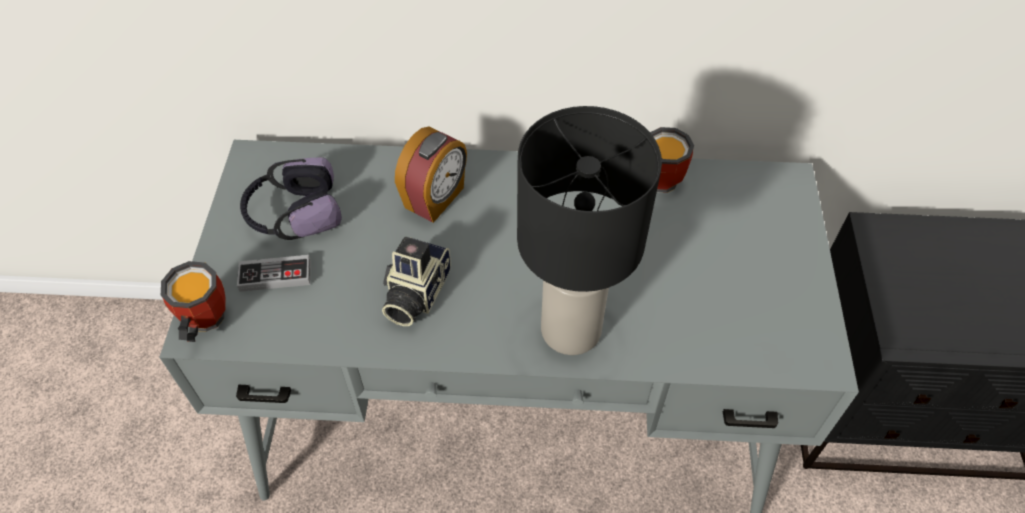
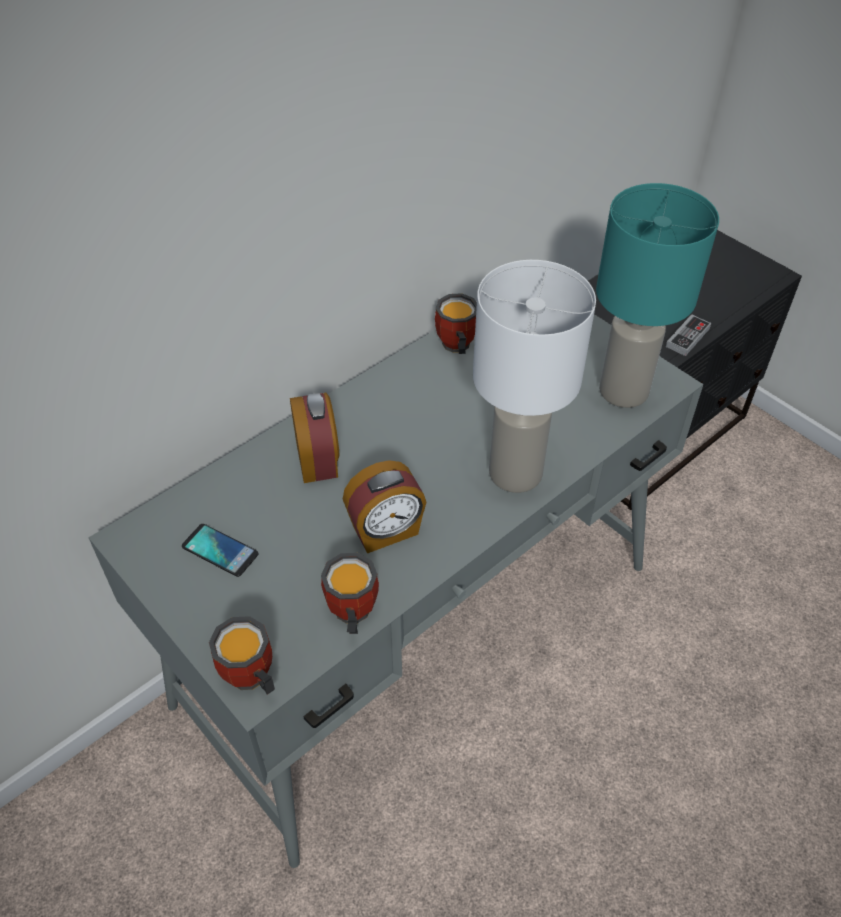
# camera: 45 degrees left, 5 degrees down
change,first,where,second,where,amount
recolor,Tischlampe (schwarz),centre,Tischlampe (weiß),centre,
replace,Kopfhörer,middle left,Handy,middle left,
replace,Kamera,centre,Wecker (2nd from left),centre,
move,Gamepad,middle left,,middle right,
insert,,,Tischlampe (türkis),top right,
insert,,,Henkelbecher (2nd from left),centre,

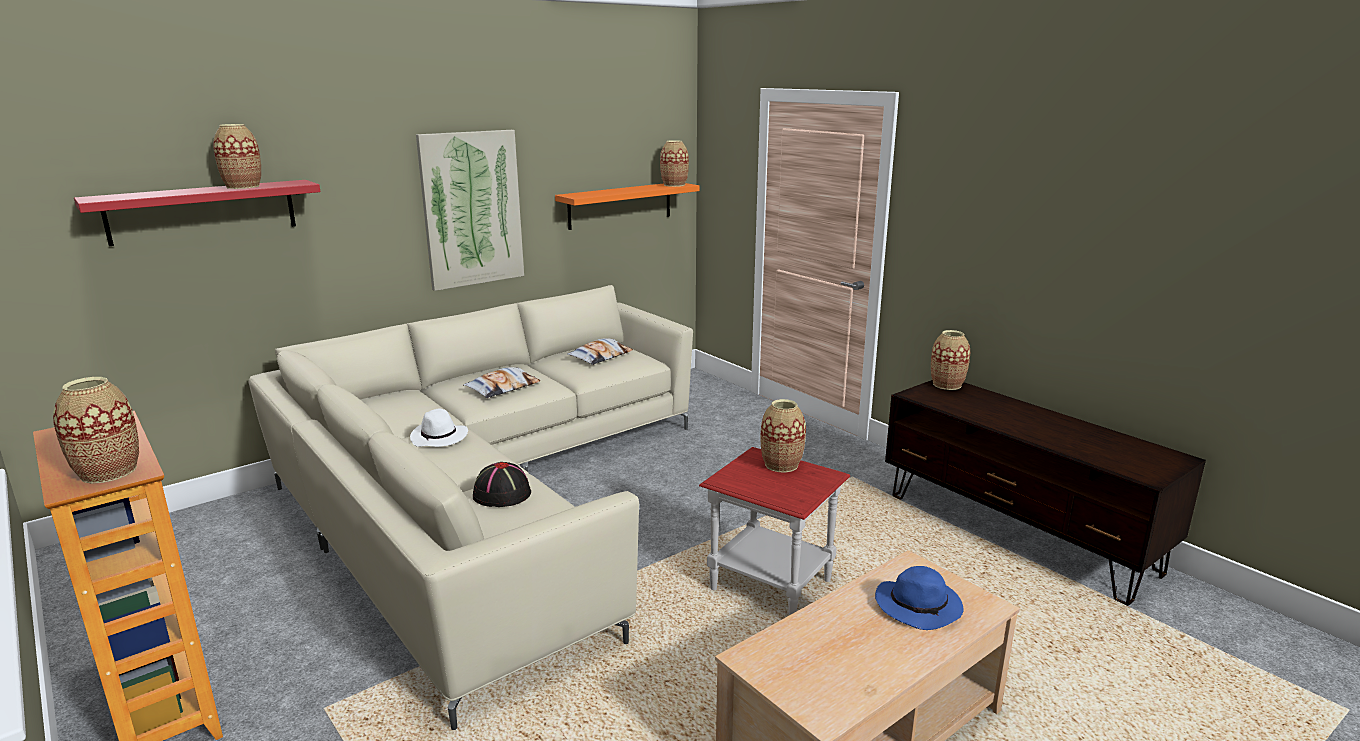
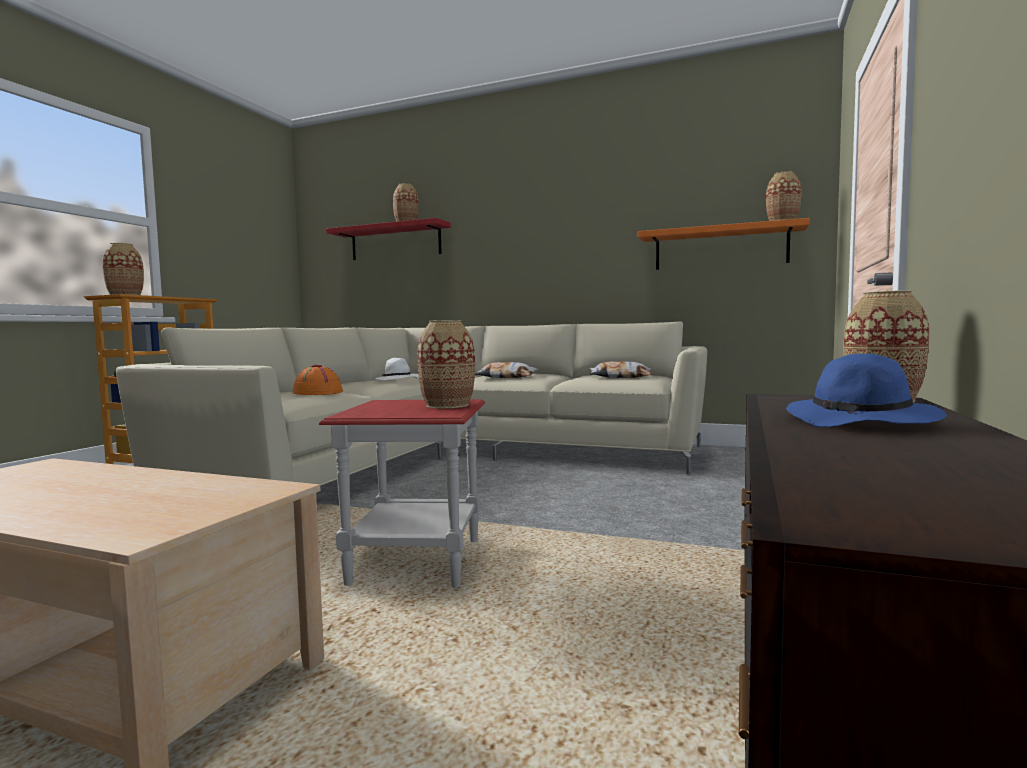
# camera: 60 degrees right, 15 degrees down
change,first,where,second,where,amount
delete,Bild,top centre,,,
recolor,Hut (schwarz),centre,Hut (orange),middle left,
move,Hut (blau),bottom right,,middle right,

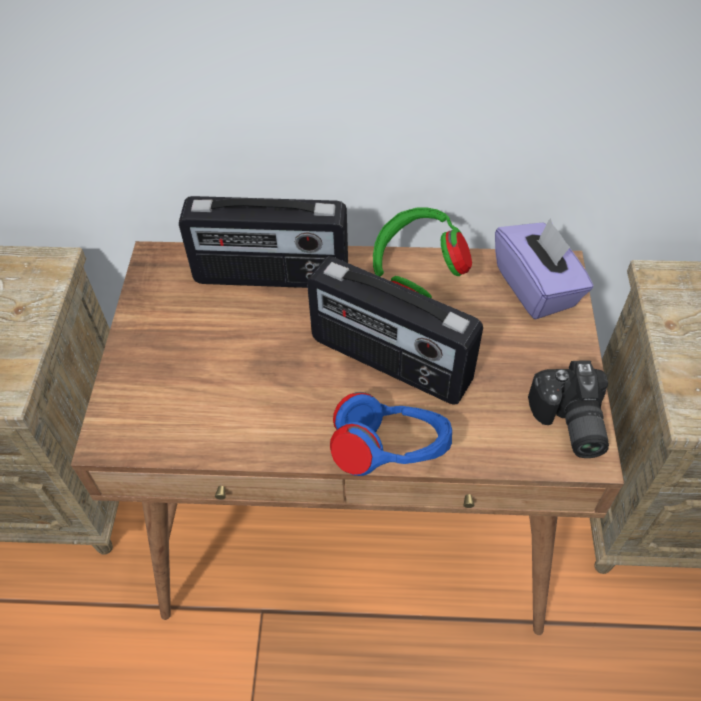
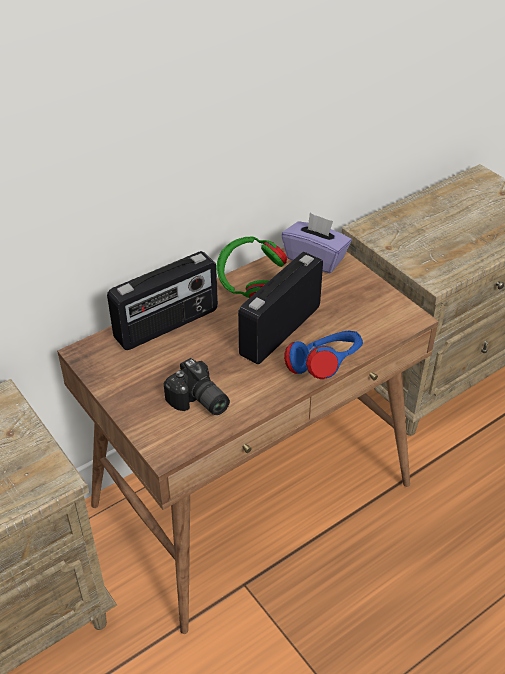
# camera: 40 degrees left, 10 degrees down
change,first,where,second,where,amount
rotate,Radio (2nd from left),centre,,centre,135 degrees clockwise
move,Kamera,middle right,,centre,

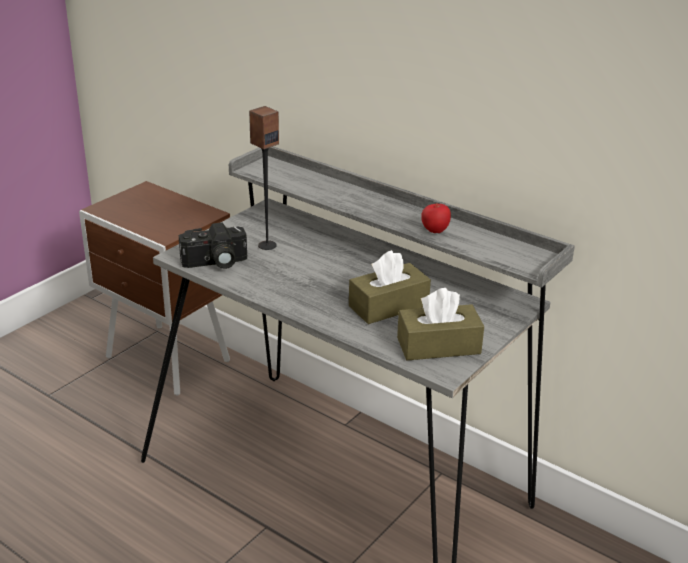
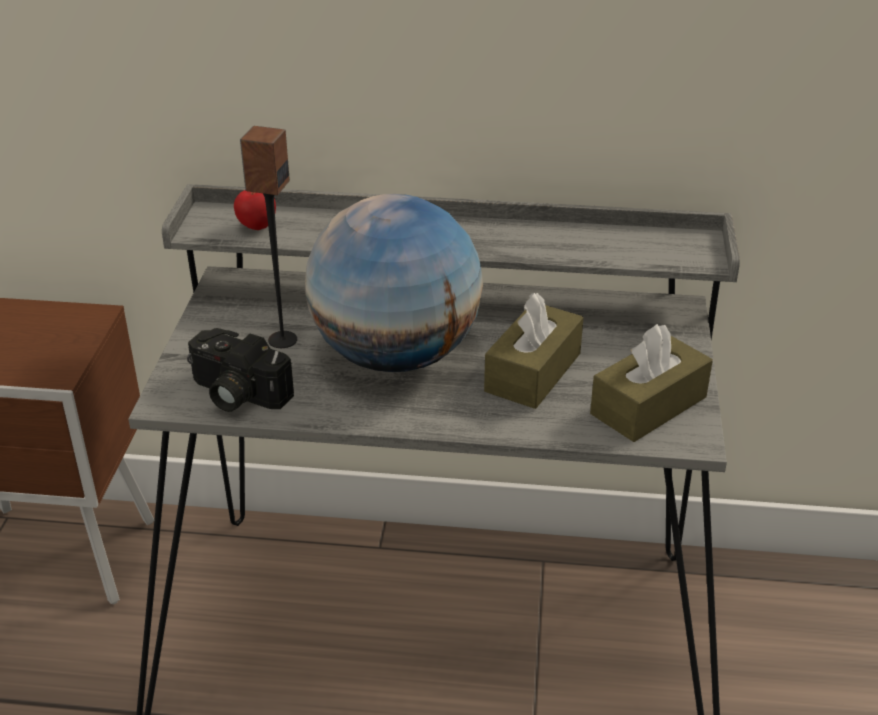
# camera: 30 degrees left, 5 degrees up
change,first,where,second,where,amount
move,Apfel,centre,,top left,
rotate,Kamera,middle left,,middle left,75 degrees clockwise
insert,,,Globus,centre,

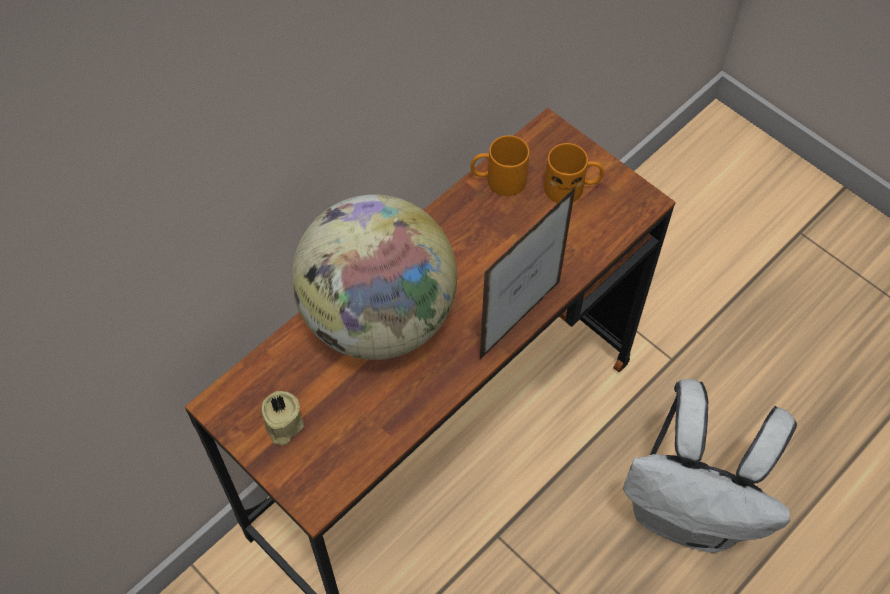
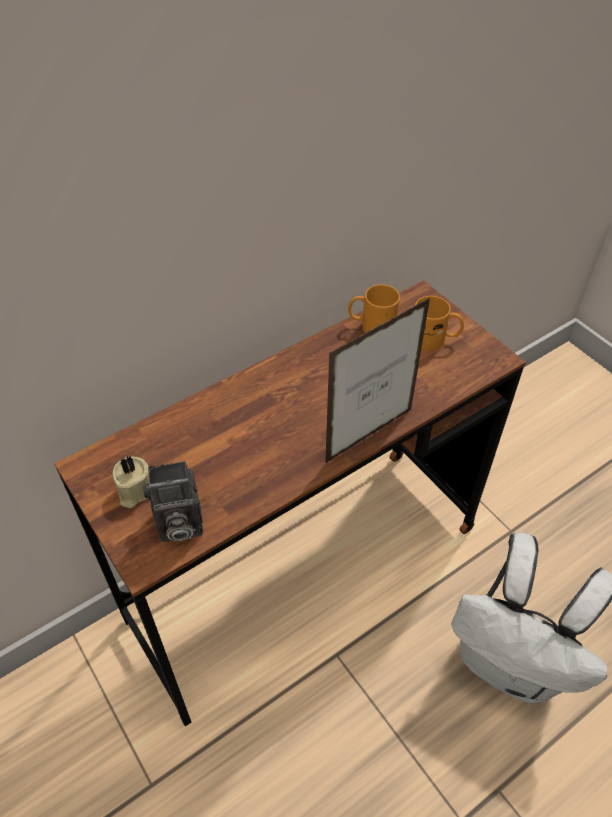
# camera: 10 degrees right, 10 degrees down
change,first,where,second,where,amount
delete,Globus,centre,,,
insert,,,Kamera,middle left,

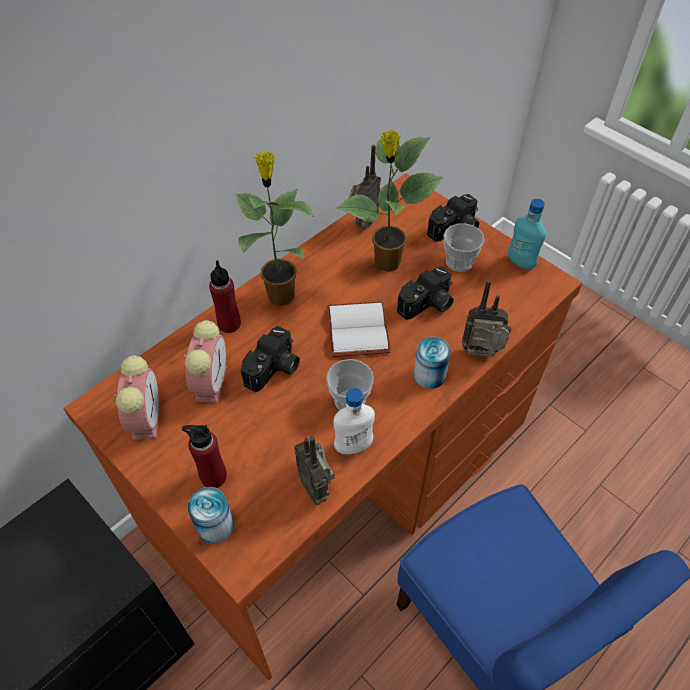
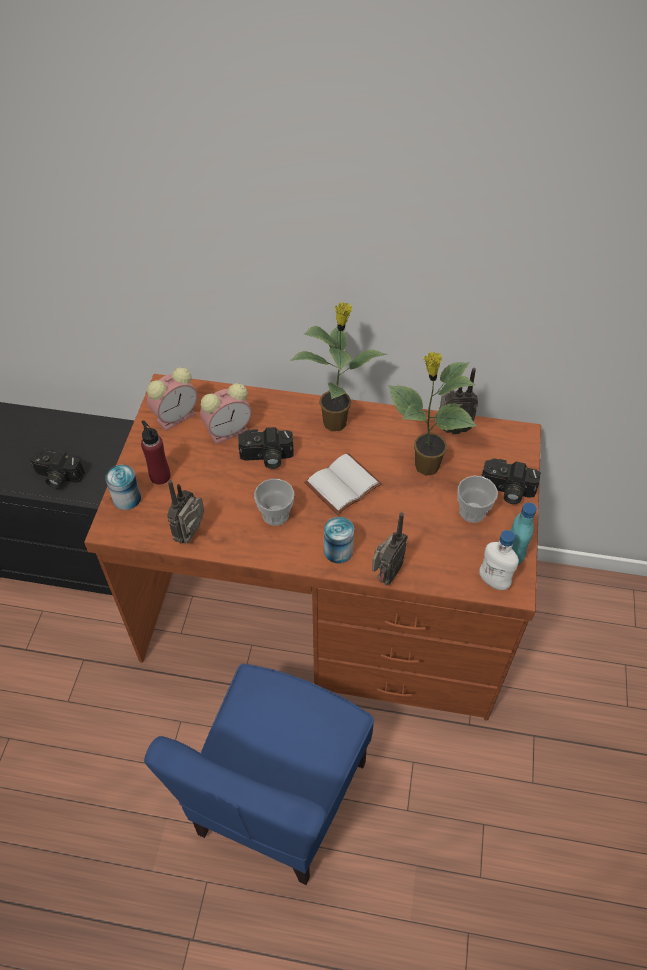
# camera: 55 degrees right, 0 degrees up
change,first,where,second,where,amount
delete,Flasche (rot) (2nd from left),middle left,,,
move,Kamera (2nd from left in the first image),centre,Kamera (1st from left),middle left,
rotate,Radio (3rd from left in the first image),middle right,Radio (2nd from left),centre,60 degrees clockwise
move,Flasche (weiß),centre,,middle right,

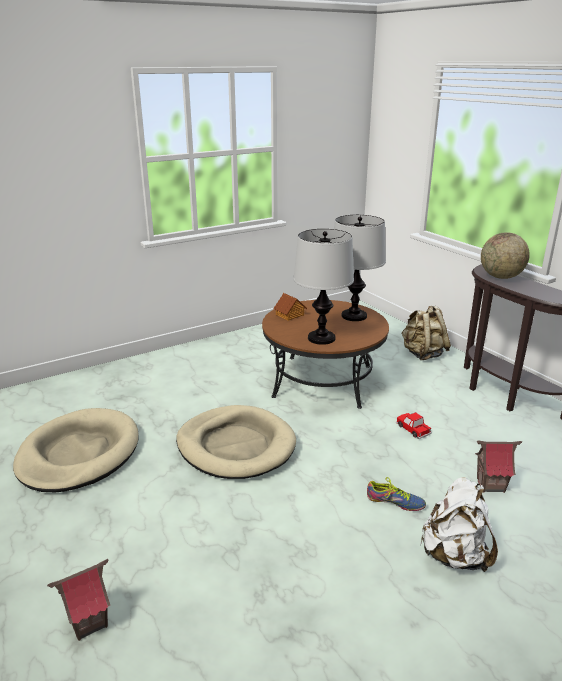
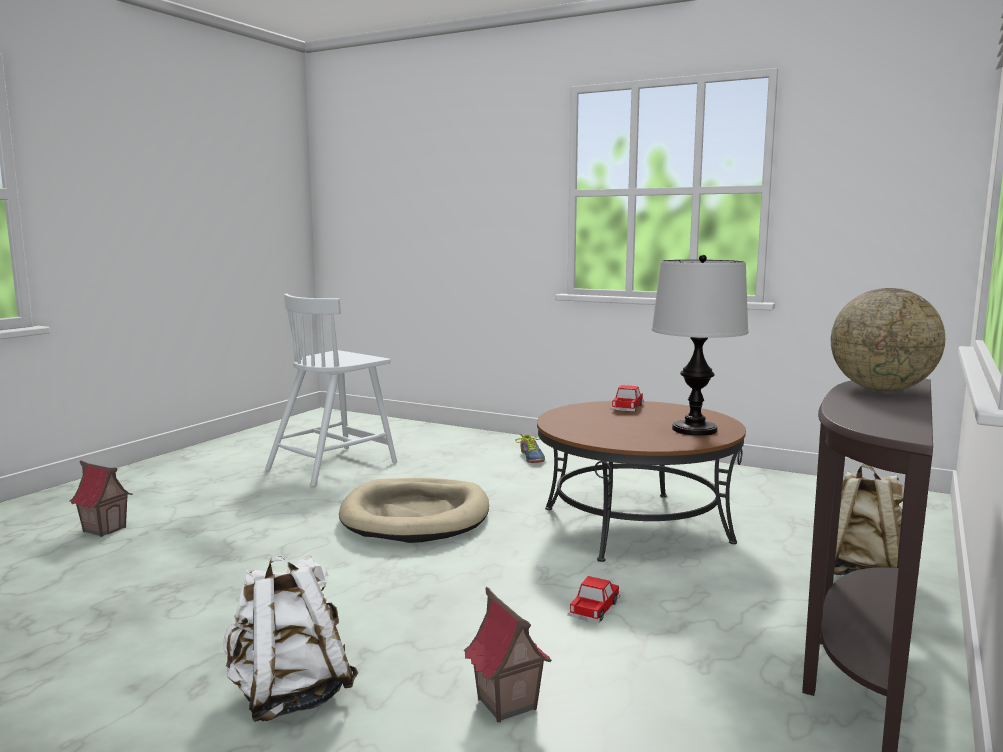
# camera: 60 degrees right, 15 degrees down
change,first,where,second,where,amount
delete,Tischlampe (1st from left),centre,,,
replace,Spielzeughaus (2nd from left),centre,Spielzeugauto (2nd from left),centre,
replace,Hundebett (beige) (1st from left),middle left,Stuhl (weiß),middle left,
move,Schuh,bottom right,,centre,

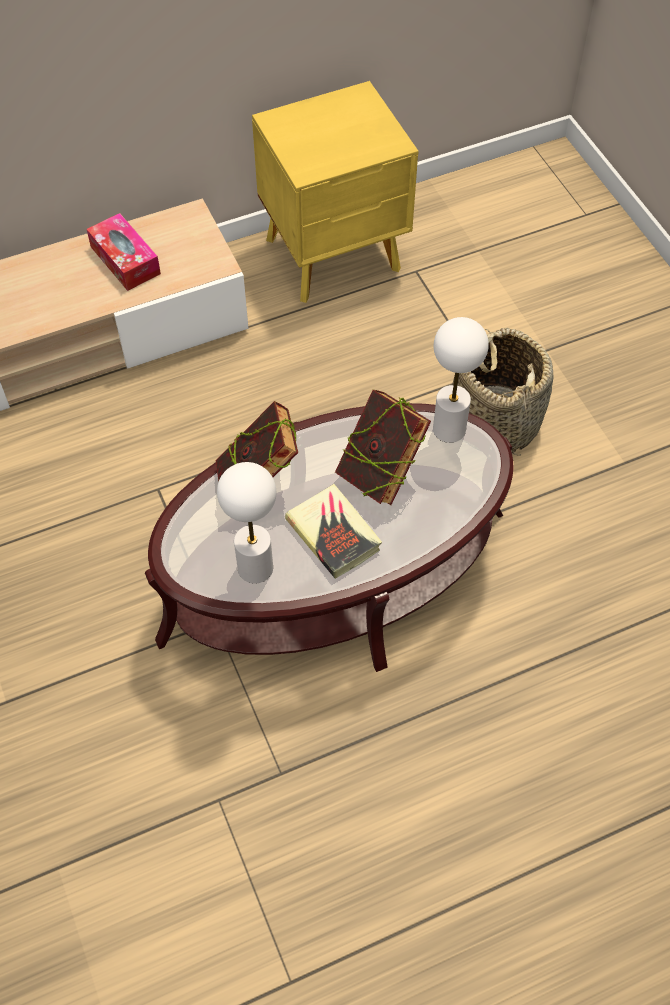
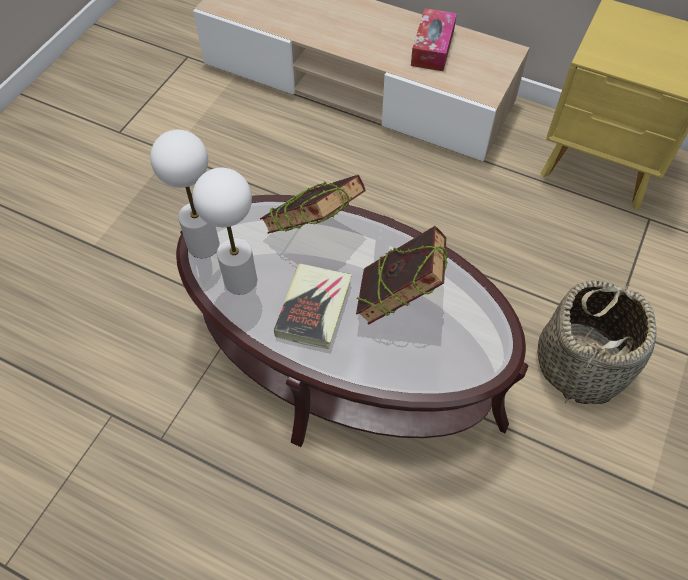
# camera: 50 degrees right, 0 degrees up
change,first,where,second,where,amount
move,Tischlampe (weiß) (2nd from left in the first image),middle right,Tischlampe (weiß) (1st from left),middle left,

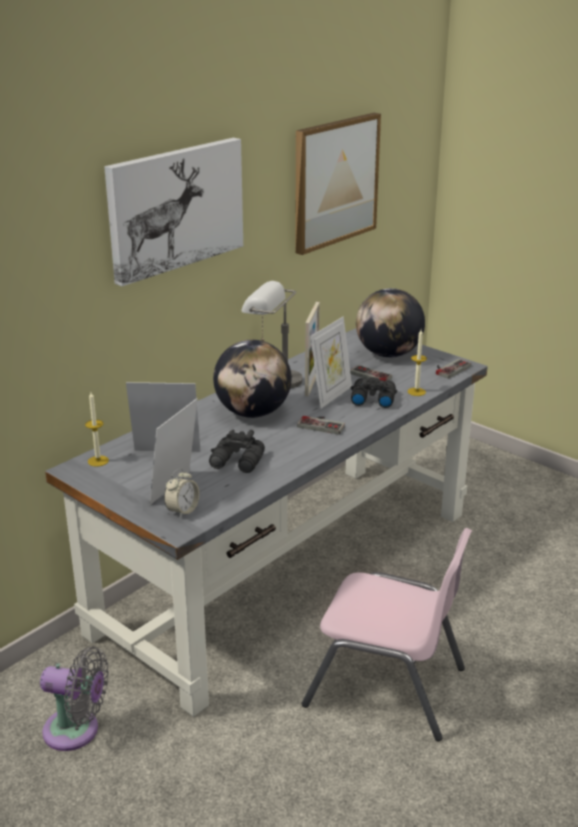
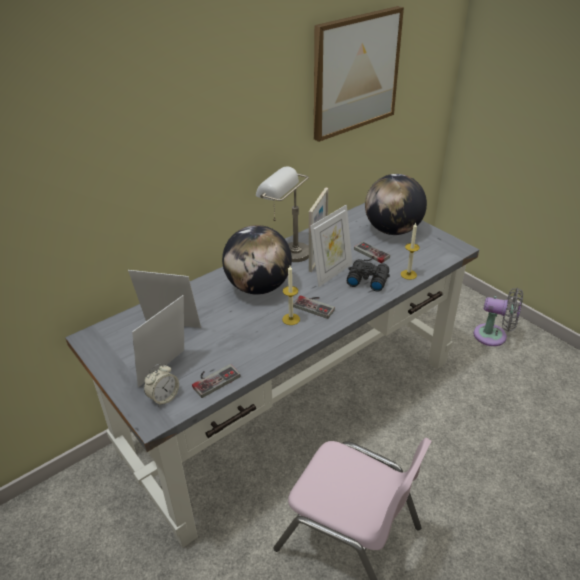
# camera: 10 degrees right, 10 degrees up
change,first,where,second,where,amount
delete,Bild (1st from left),top left,,,
move,Gamepad (3rd from left in the first image),middle right,Gamepad (1st from left),centre,
move,Kerze (1st from left),middle left,,centre,
delete,Fernglas (schwarz) (1st from left),centre,,,
move,Ventilator (grau),bottom left,,middle right,

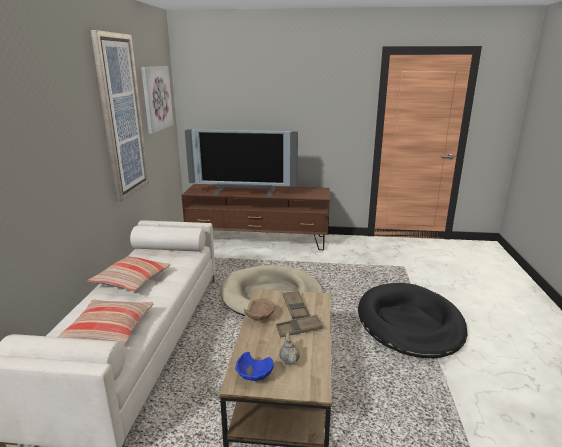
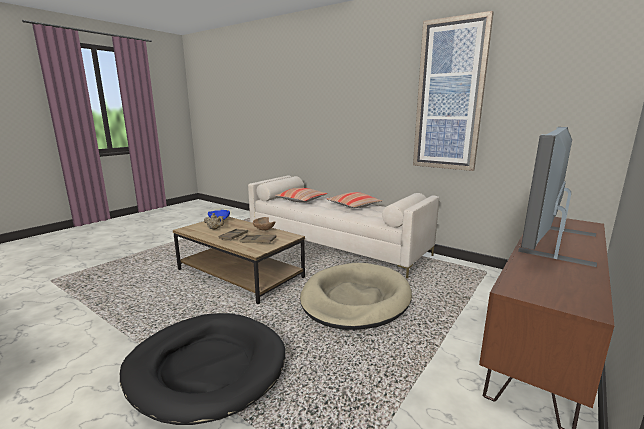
# camera: 120 degrees right, 5 degrees down
change,first,where,second,where,amount
delete,Bild (2nd from left),top left,,,

